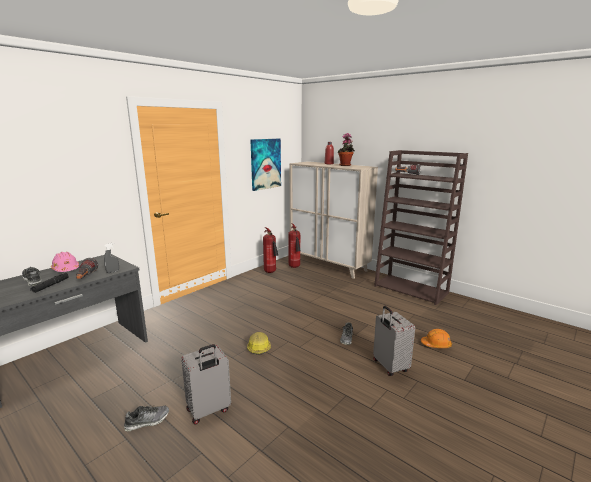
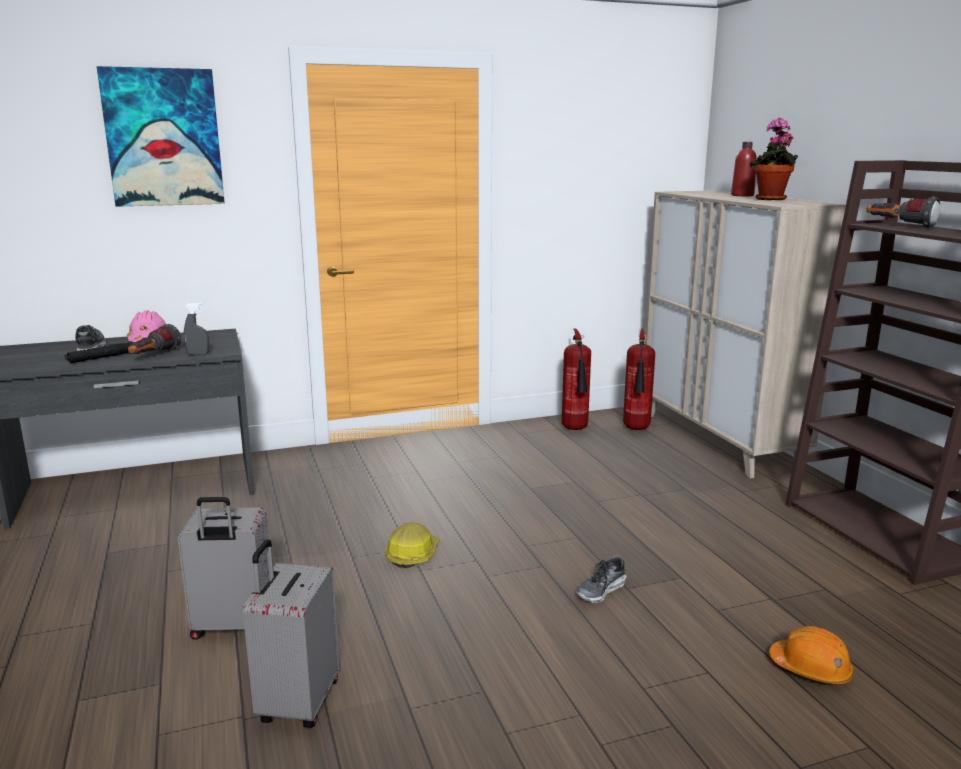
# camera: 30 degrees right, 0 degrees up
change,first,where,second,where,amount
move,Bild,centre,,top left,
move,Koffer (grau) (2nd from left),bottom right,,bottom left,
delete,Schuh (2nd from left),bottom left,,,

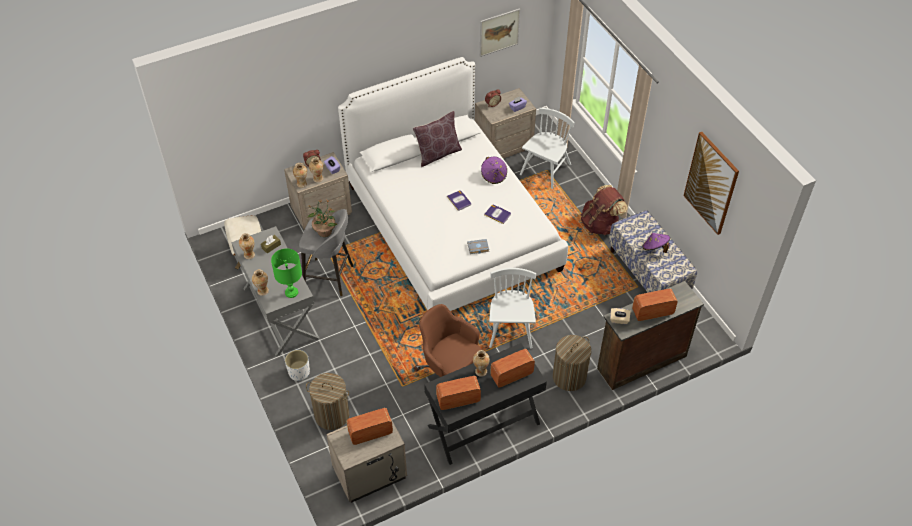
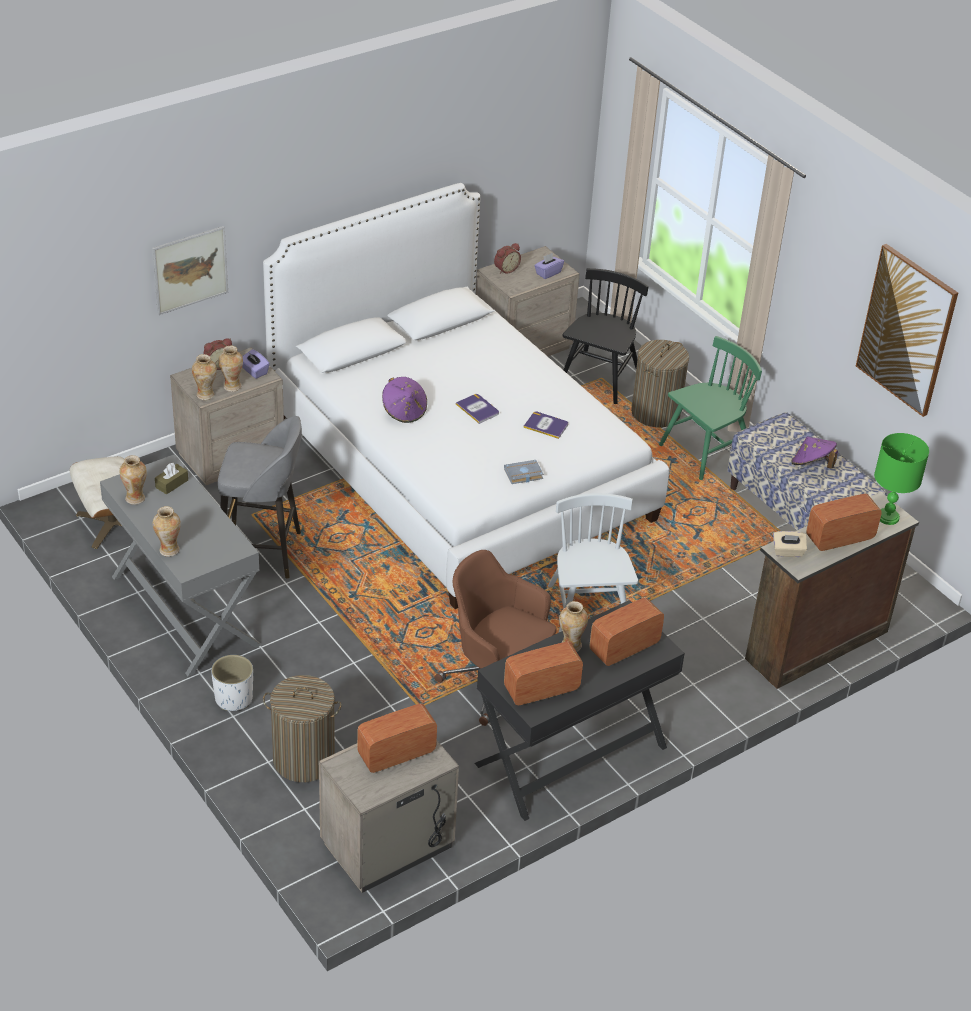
# camera: 10 degrees left, 10 degrees down
change,first,where,second,where,amount
move,Bild (1st from left),top centre,,top left,
recolor,Stuhl (weiß) (2nd from left),top centre,Stuhl (schwarz),top centre,
delete,Kissen (braun),top centre,,,
move,Hut (lila) (1st from left),top centre,,centre,
replace,Rucksack (braun),centre,Stuhl (grün),middle right,
delete,Topfpflanze,centre,,,
move,Tischlampe (grün),middle left,,middle right,
move,Wäschekorb (2nd from left),bottom centre,,middle right,

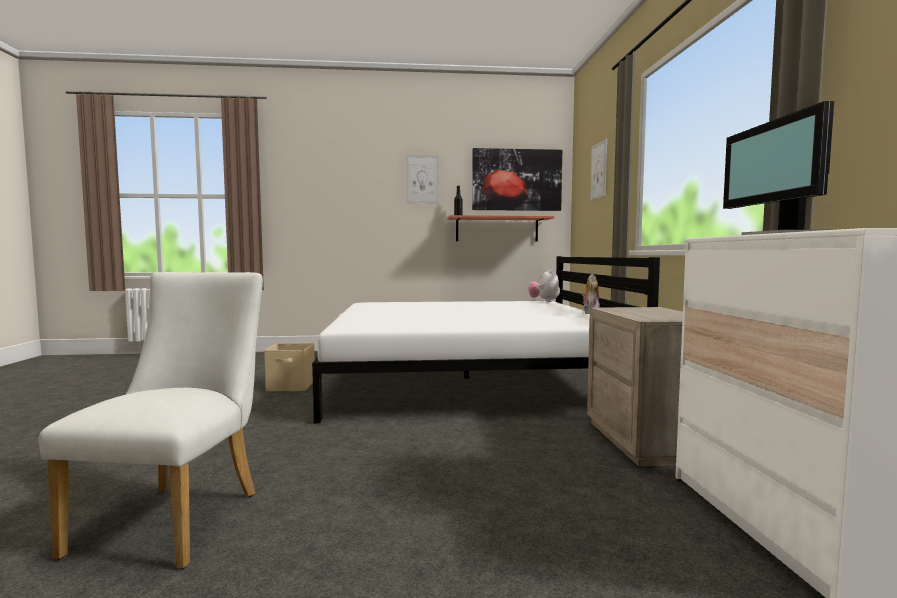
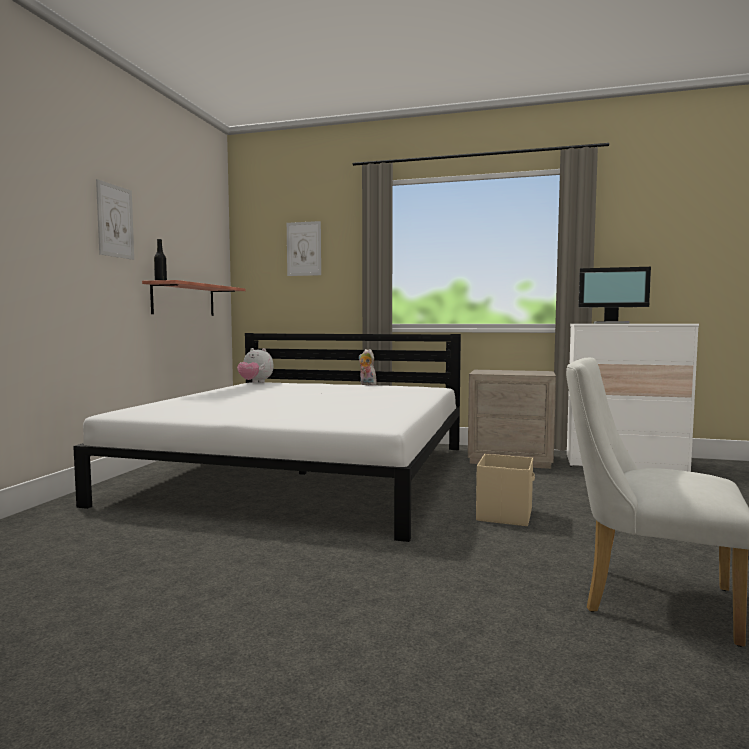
# camera: 70 degrees left, 0 degrees up
change,first,where,second,where,amount
delete,Bild (2nd from left),top centre,,,
move,Aufbewahrungsbox (beige),middle left,,middle right,

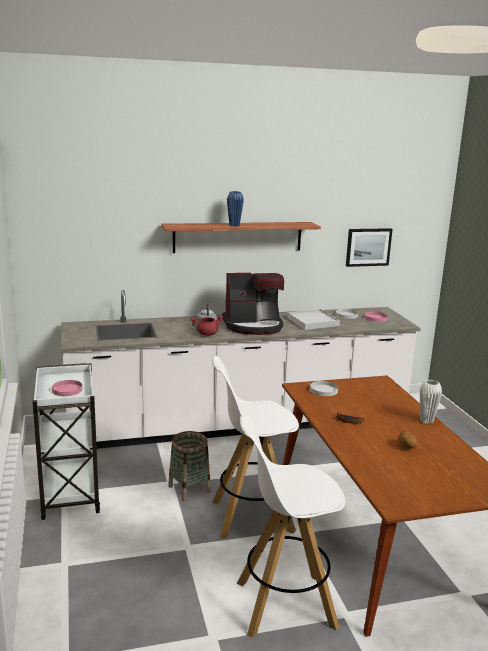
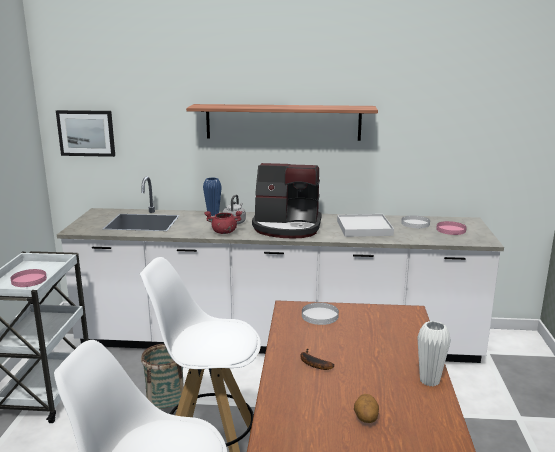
# camera: 20 degrees right, 0 degrees up
change,first,where,second,where,amount
move,Vase (blau),top centre,,centre,
move,Bild,middle right,,top left,

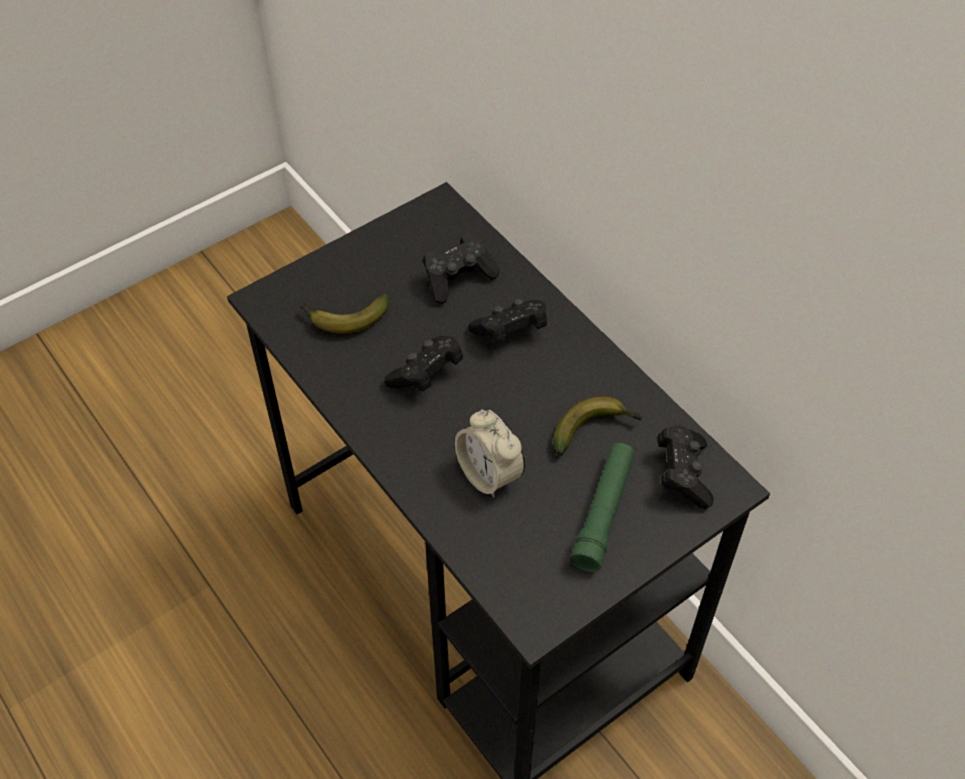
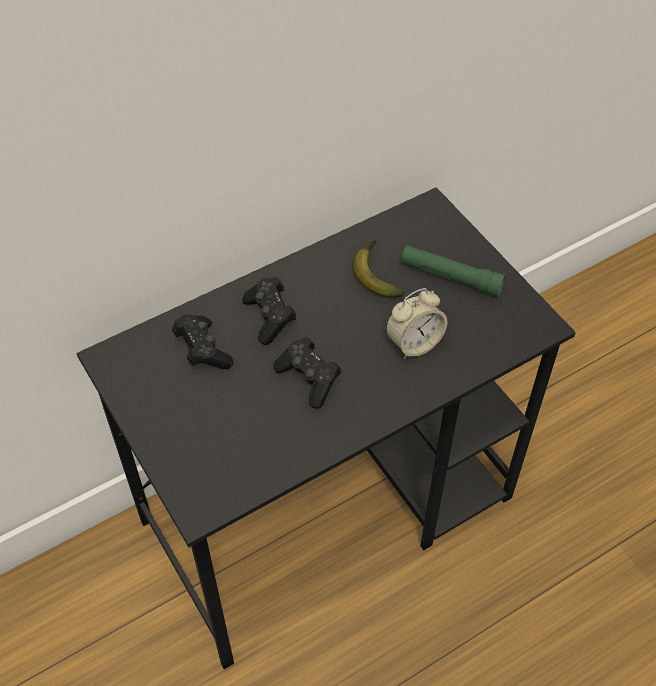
# camera: 85 degrees left, 0 degrees up
change,first,where,second,where,amount
delete,Banane (1st from left),centre,,,
delete,Gamepad (schwarz) (4th from left),middle right,,,

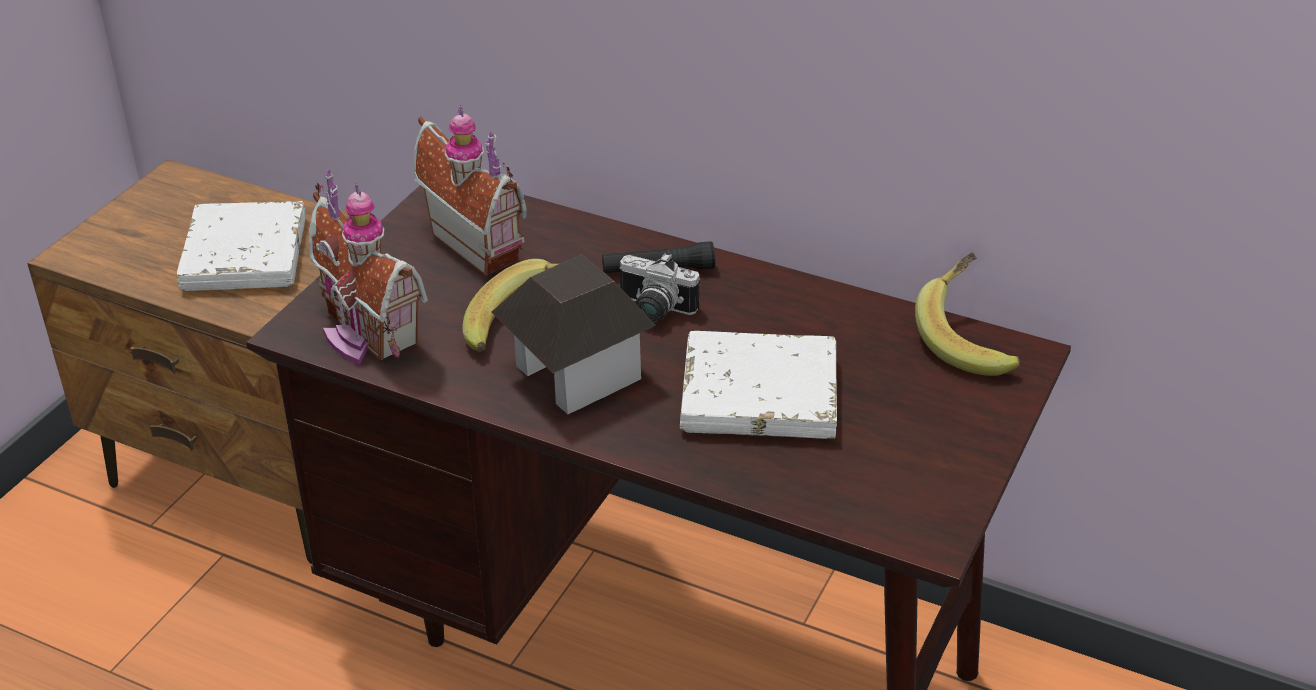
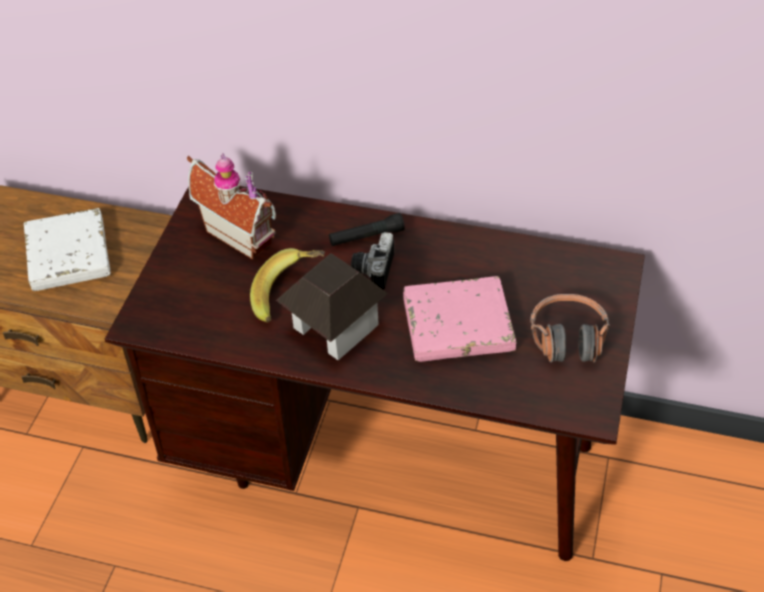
# camera: 10 degrees left, 10 degrees up
change,first,where,second,where,amount
delete,Spielzeughaus (1st from left),middle left,,,
delete,Banane (2nd from left),middle right,,,
rotate,Kamera,centre,,centre,90 degrees clockwise
recolor,Buch (weiß) (2nd from left),centre,Buch (rosa),centre,
insert,,,Kopfhörer,middle right,

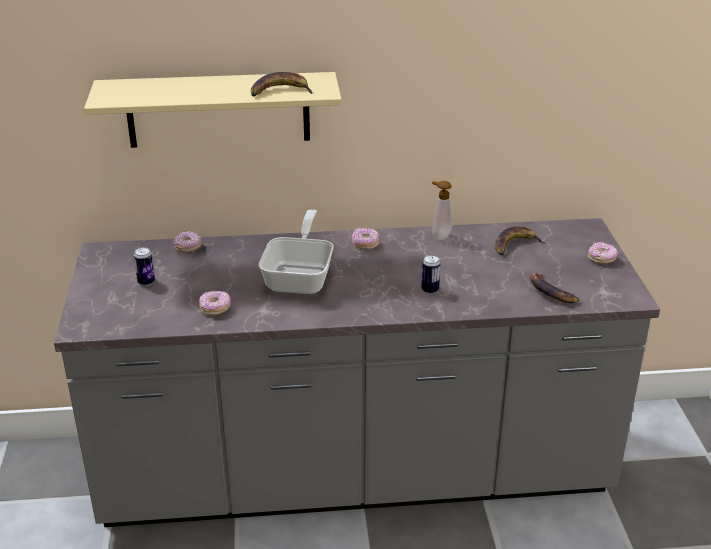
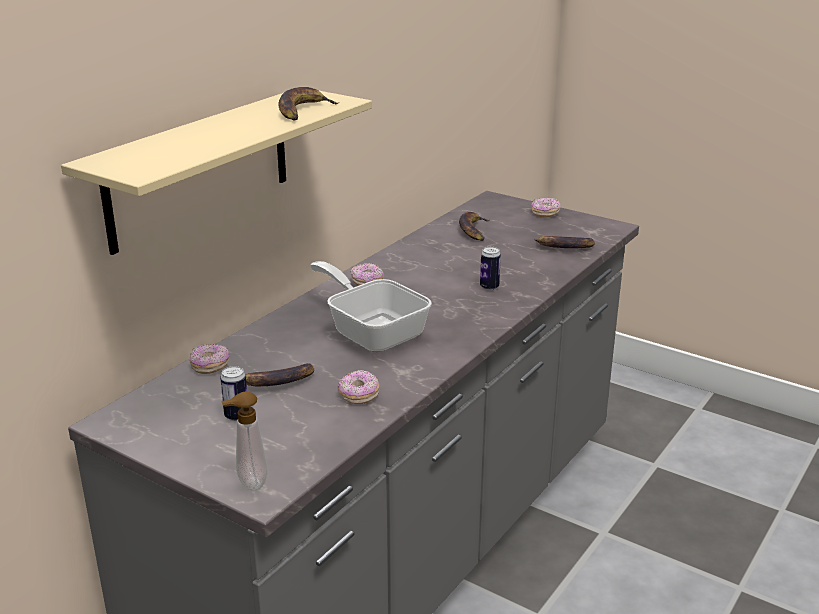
# camera: 50 degrees left, 5 degrees down
change,first,where,second,where,amount
move,Seifenspender,centre,,bottom left,
insert,,,Banane (1st from left),centre,

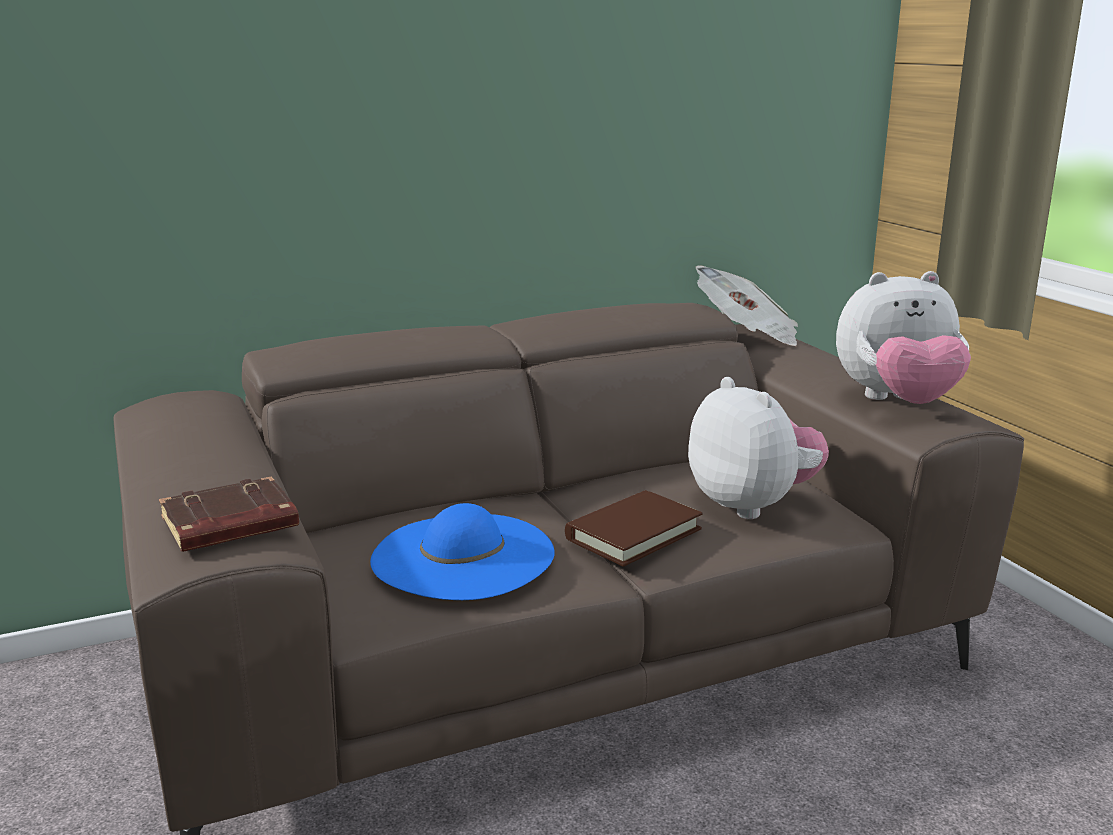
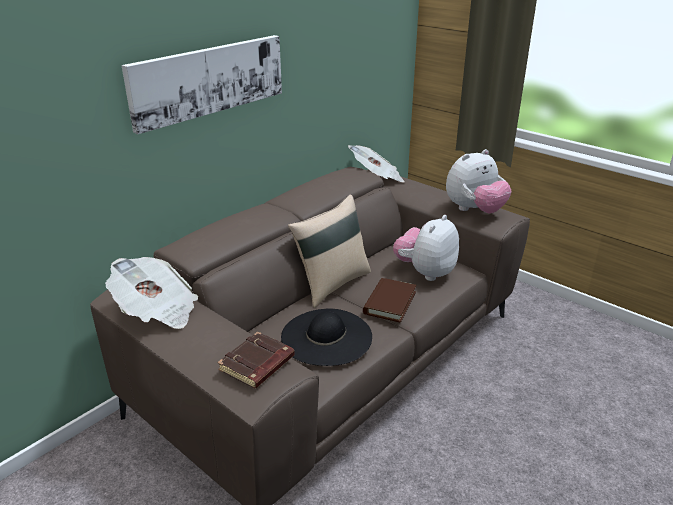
# camera: 25 degrees left, 10 degrees up
change,first,where,second,where,amount
rotate,Plüschtier (1st from left),middle right,,centre,90 degrees counterclockwise
recolor,Hut (blau),centre,Hut (schwarz),bottom centre,
insert,,,Bild,top left,
insert,,,Kissen (beige),centre,
insert,,,Zeitung (1st from left),middle left,

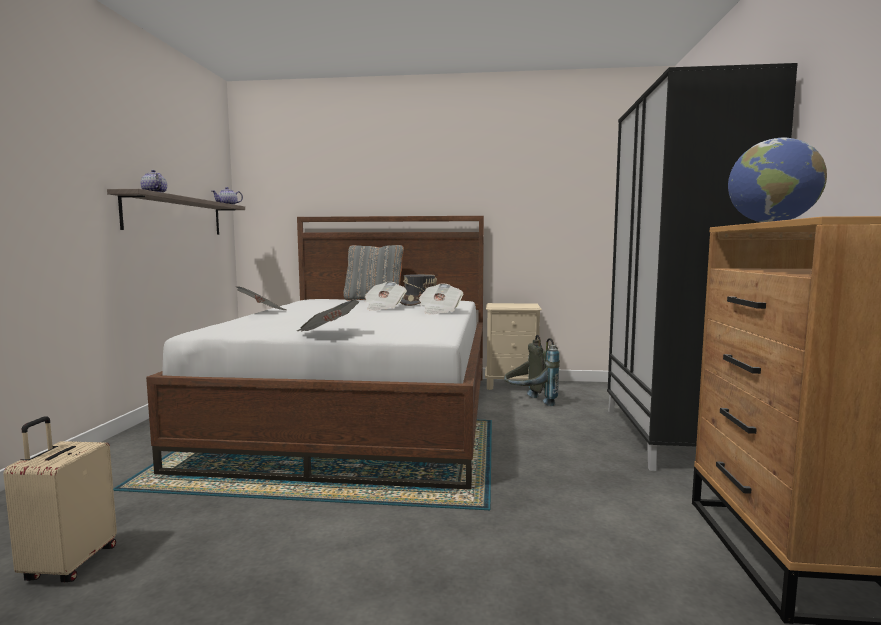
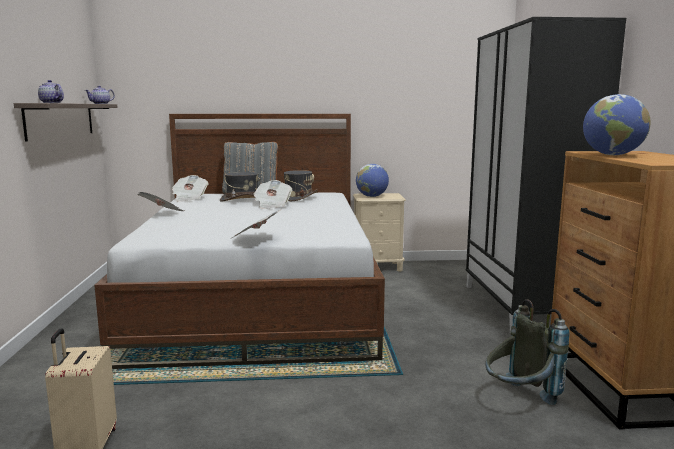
# camera: 10 degrees left, 5 degrees up
change,first,where,second,where,amount
move,Zeitung (4th from left in the first image),centre,Zeitung (2nd from left),middle left,
move,Rucksack (grau),centre,,bottom right,
insert,,,Globus (1st from left),centre,
insert,,,Hut (grau) (1st from left),centre,

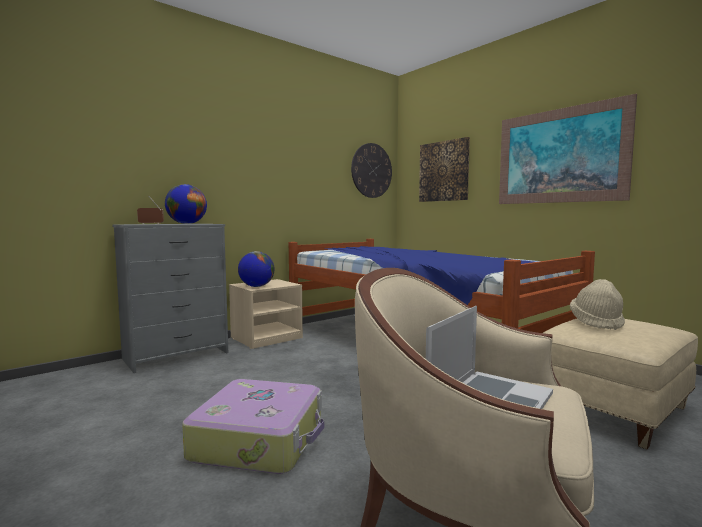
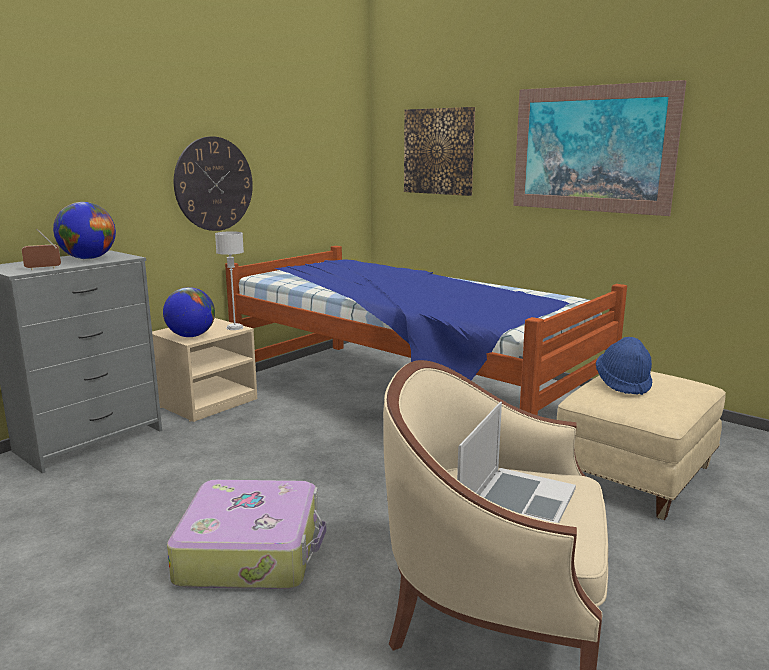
# camera: 10 degrees left, 10 degrees up
change,first,where,second,where,amount
move,Wanduhr,top centre,,top left,
recolor,Hut (beige),middle right,Hut (blau),middle right,
insert,,,Tischlampe (grau),middle left,

